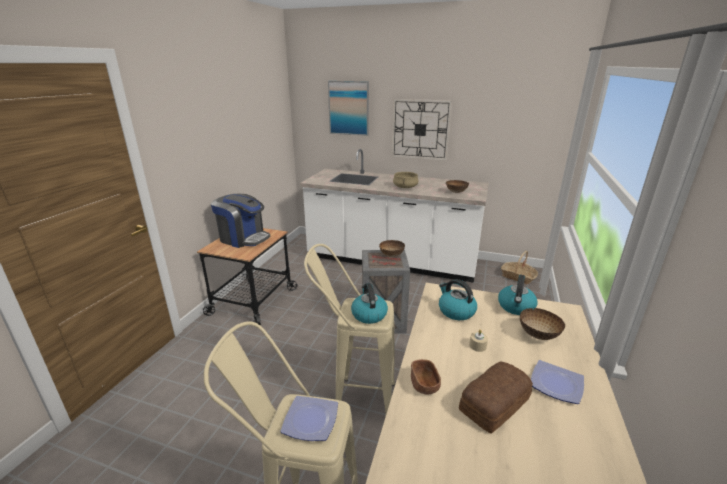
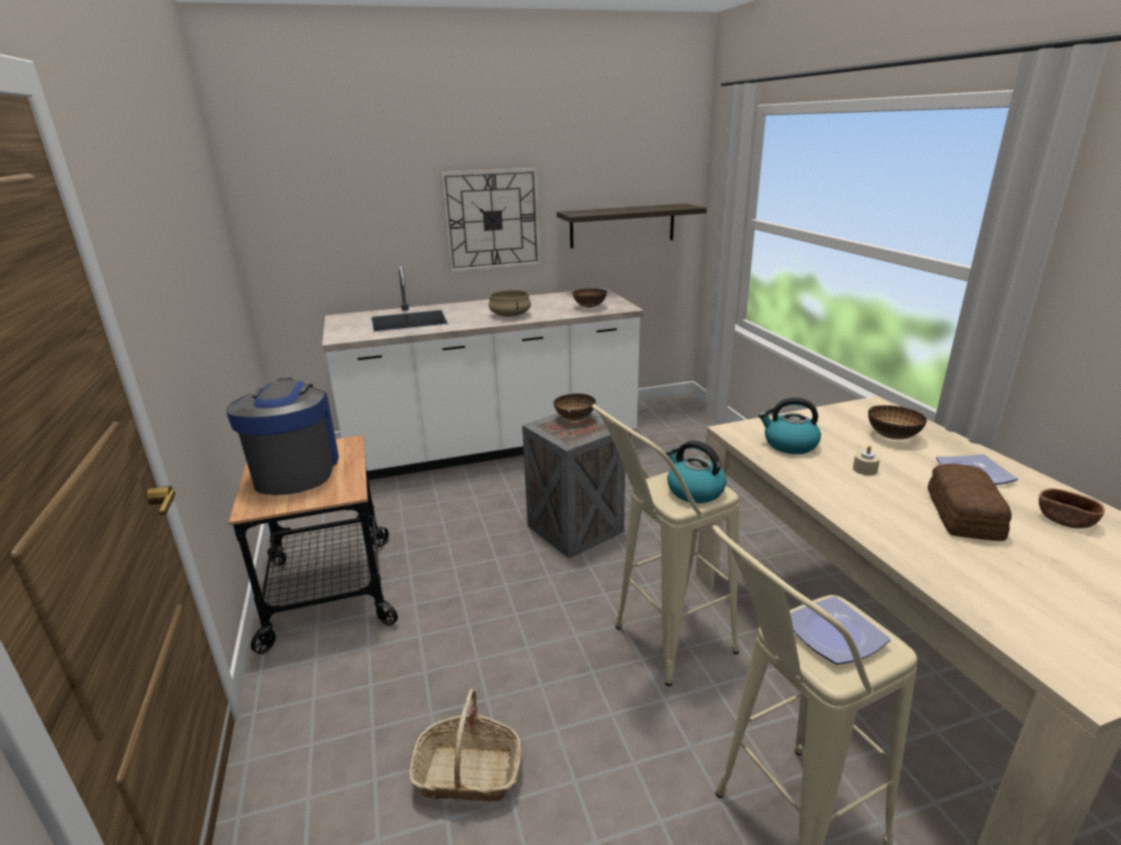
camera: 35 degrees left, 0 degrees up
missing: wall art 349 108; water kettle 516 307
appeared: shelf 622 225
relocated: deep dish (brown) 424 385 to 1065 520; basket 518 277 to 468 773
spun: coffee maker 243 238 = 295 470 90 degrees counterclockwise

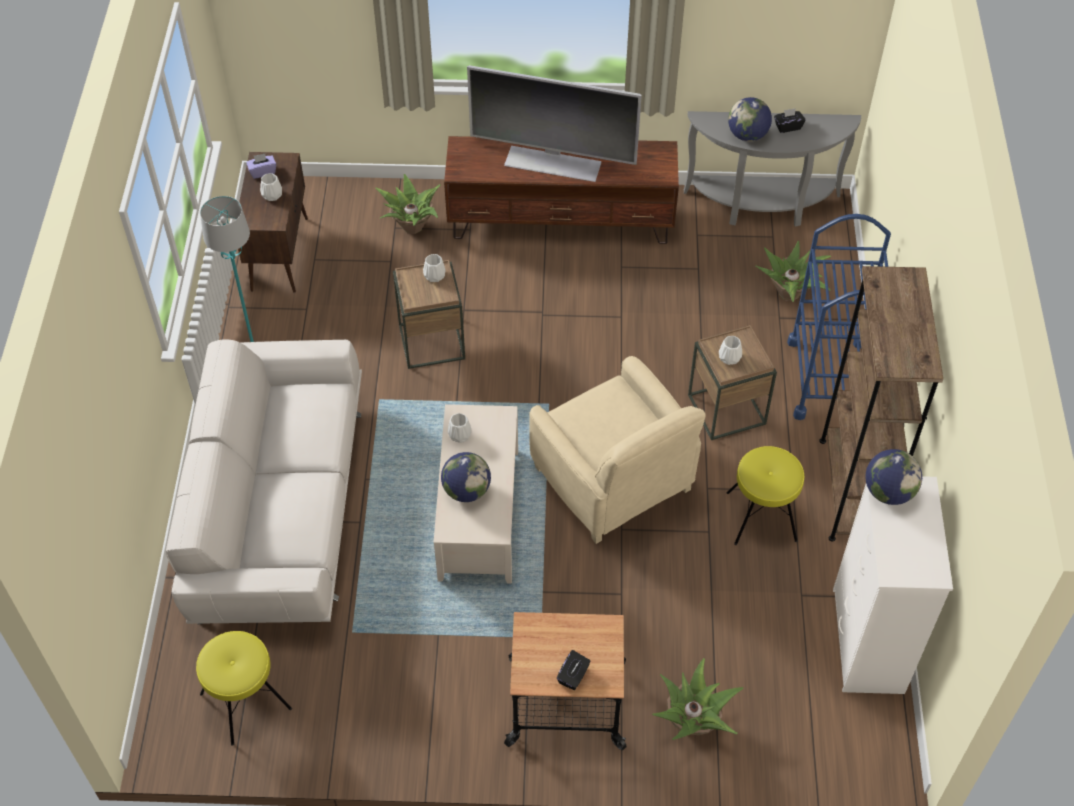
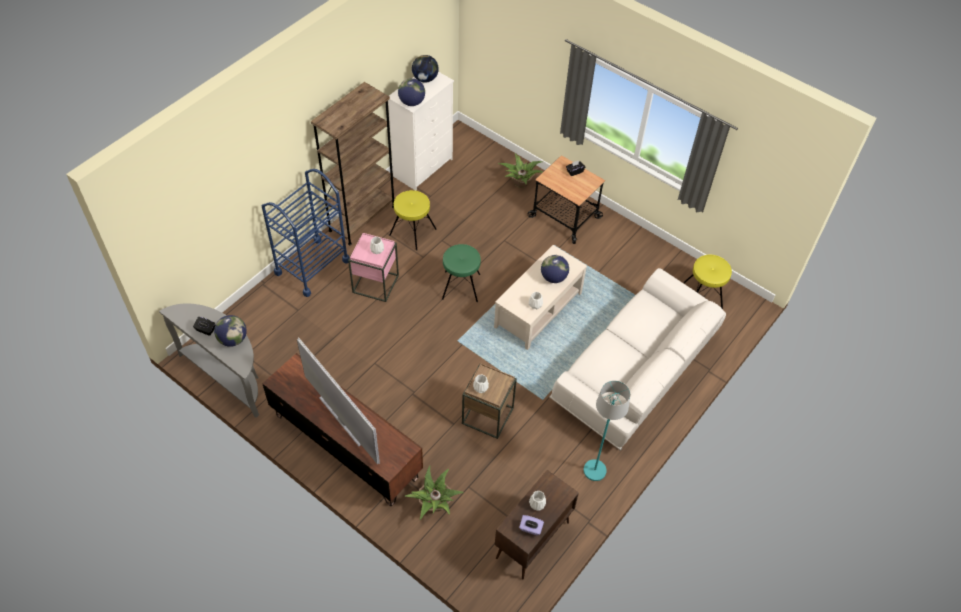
camera: 145 degrees left, 0 degrees up
missing: houseplant 790 293
appeared: desk globe 425 79
exchanged: armchair (beige) 614 480 to stool seat (greenish) 461 286
colour: end table (brown) 726 409 to end table (pink-coloured) 375 284

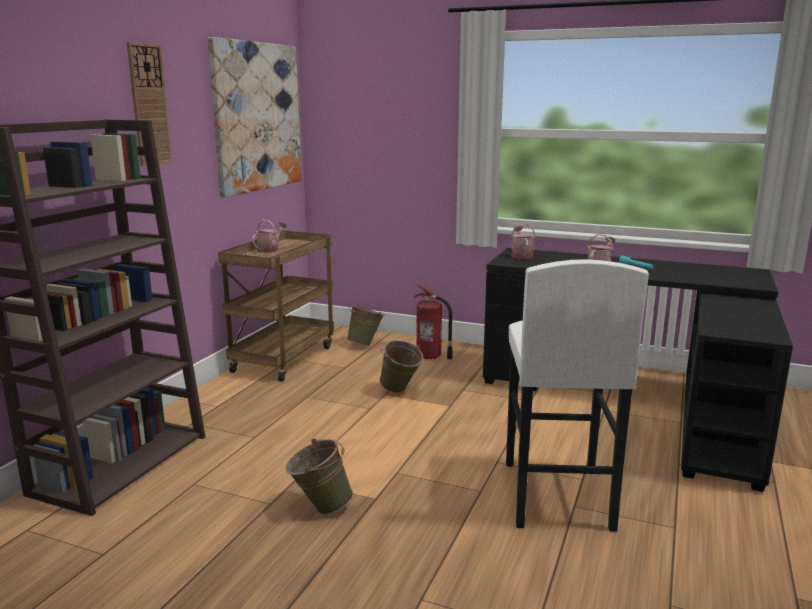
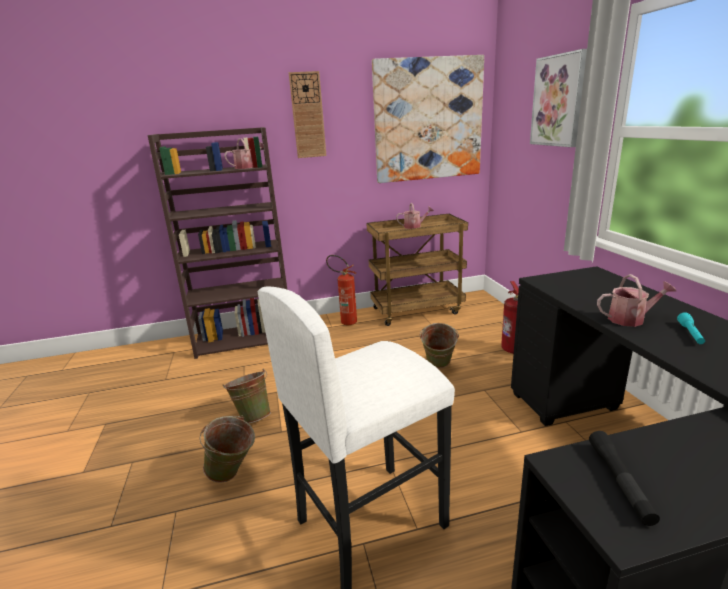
camera: 55 degrees right, 5 degrees up
appeared: fire-fighting cylinder 345 321; wall art 558 101; torch (black-coloured) 620 482
relocated: pail (greenish) 366 344 to 233 475; watering can 521 255 to 247 167

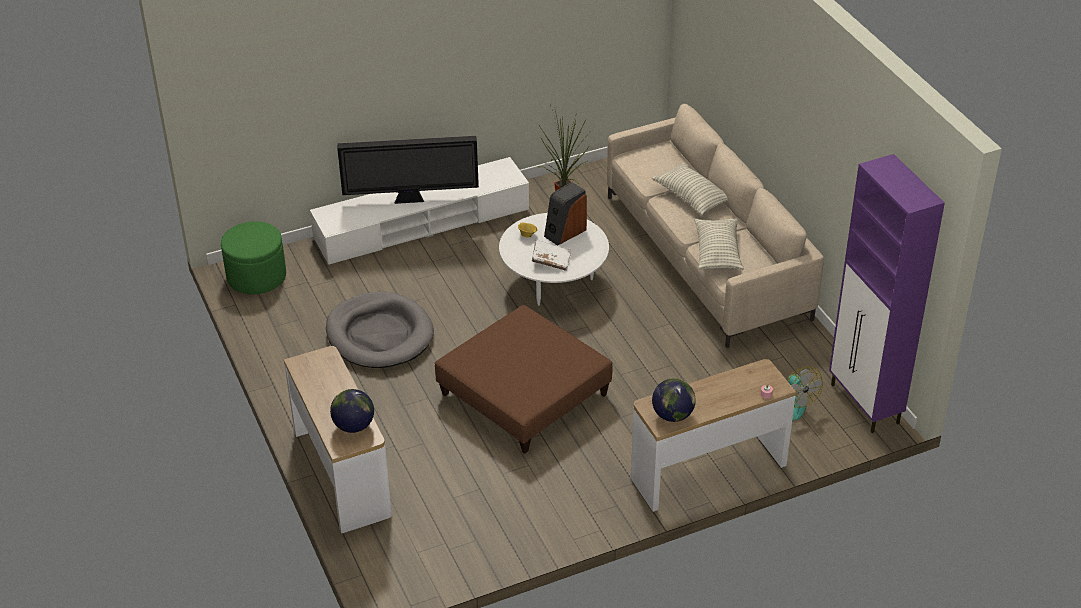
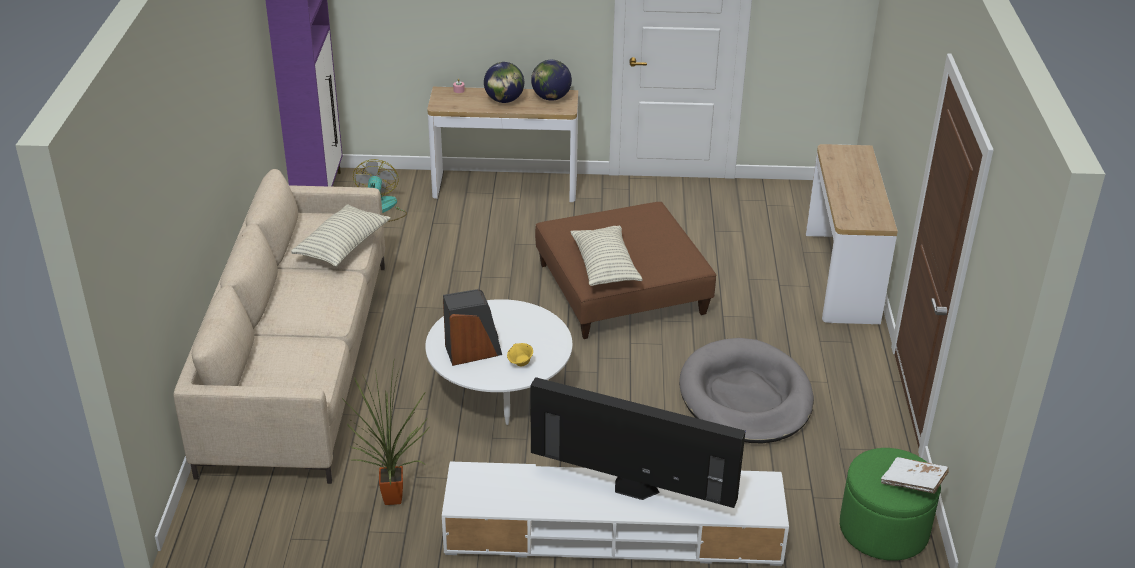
camera: 155 degrees left, 5 degrees down
relocated: desk globe 354 426 to 504 100; volume (white-coloured) 551 261 to 913 483; pillow 691 197 to 605 266

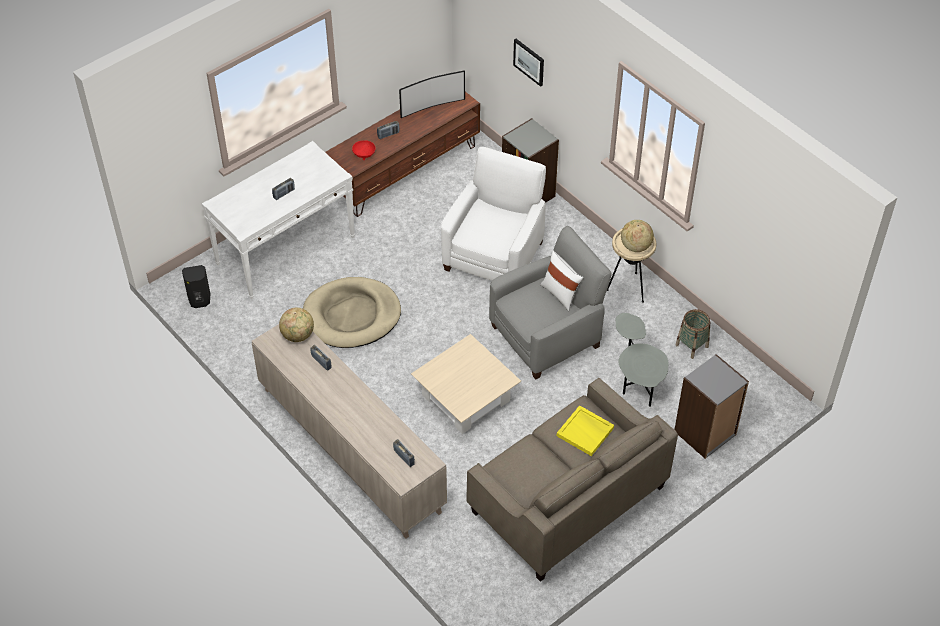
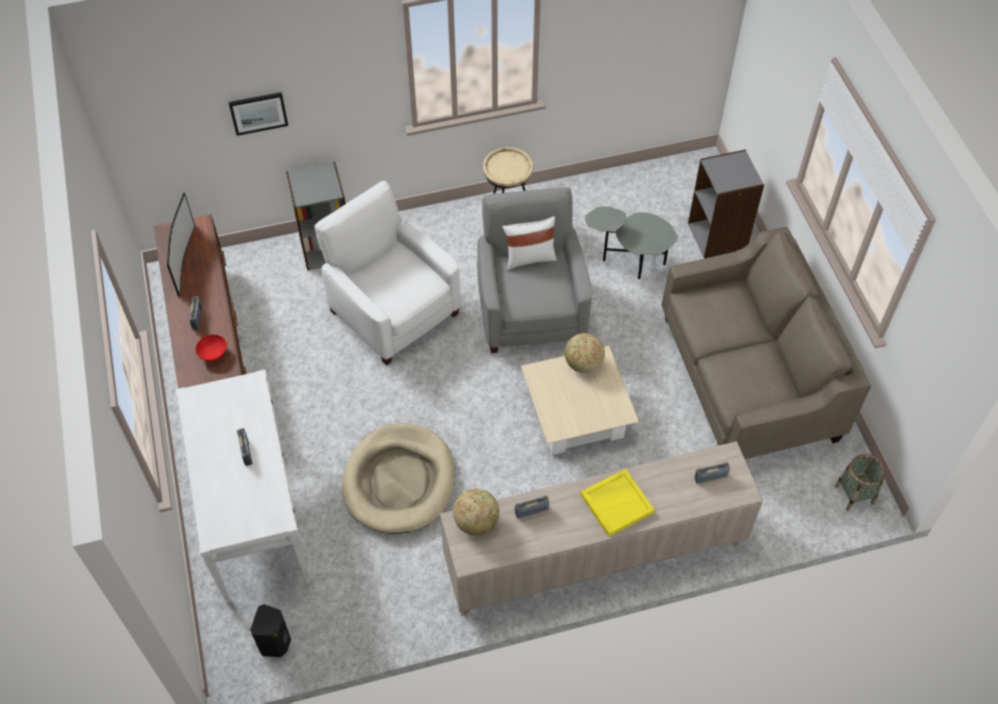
camera: 65 degrees left, 5 degrees up
relocated: carrying tray (yellow) 585 432 to 617 503; desk globe 635 246 to 583 364; basket 692 346 to 854 494

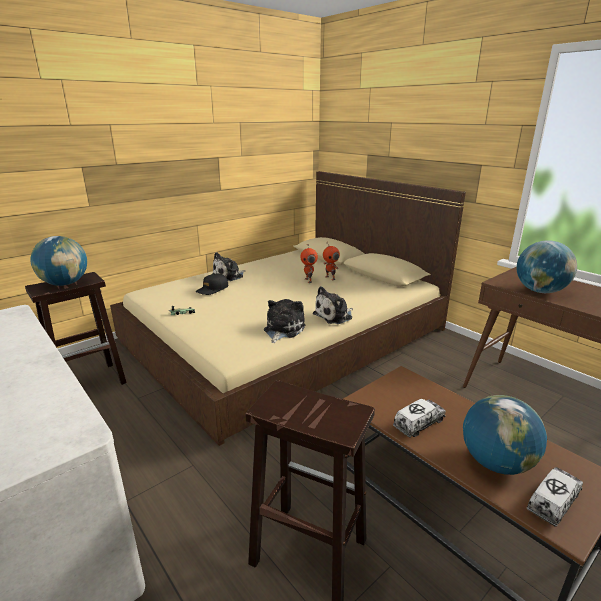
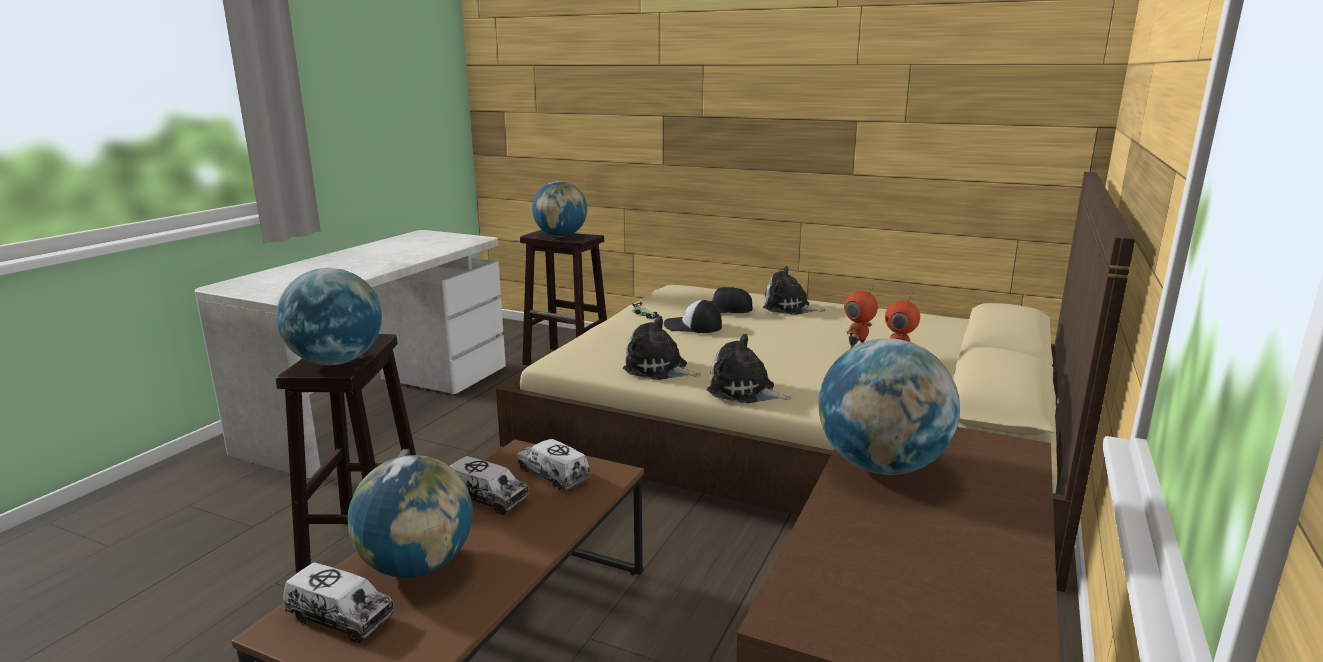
camera: 65 degrees right, 5 degrees down
appeared: desk globe 336 362; toy truck 553 475; baseball cap 692 326
spun: plush toy 282 329 = 658 369 150 degrees counterclockwise

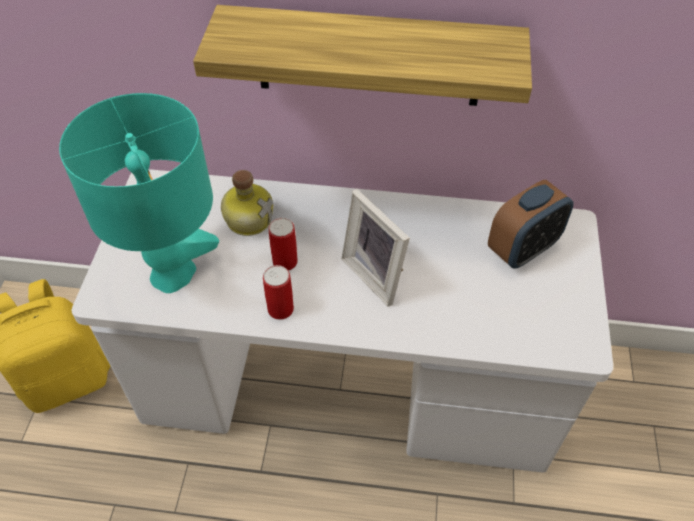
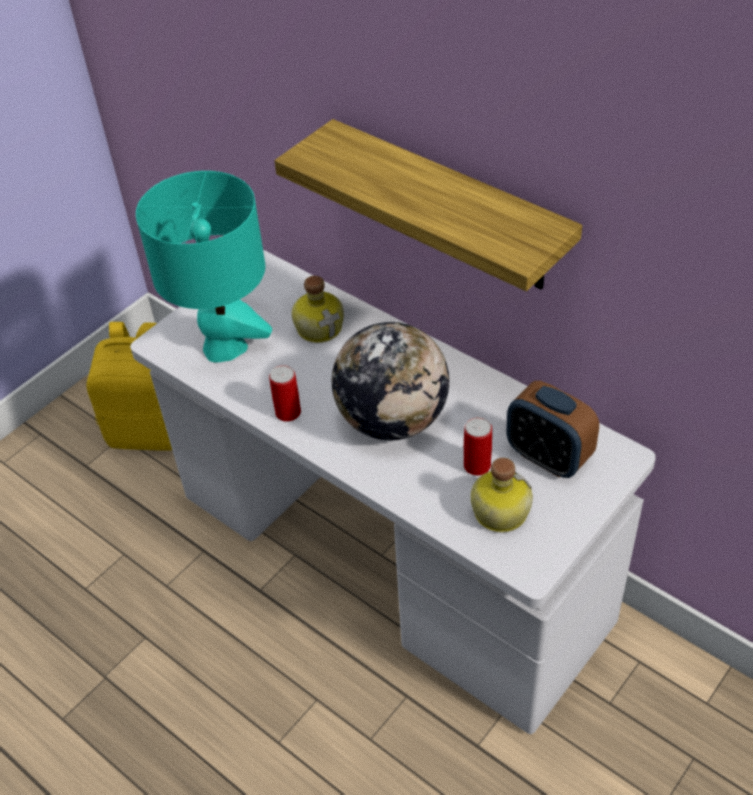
camera: 35 degrees right, 5 degrees down
appeared: bottle 498 511
relocated: metal can 285 261 to 477 465
exchanged: standing frame 377 274 to desk globe 392 420
spun: bedside clock 522 249 = 548 457 45 degrees clockwise

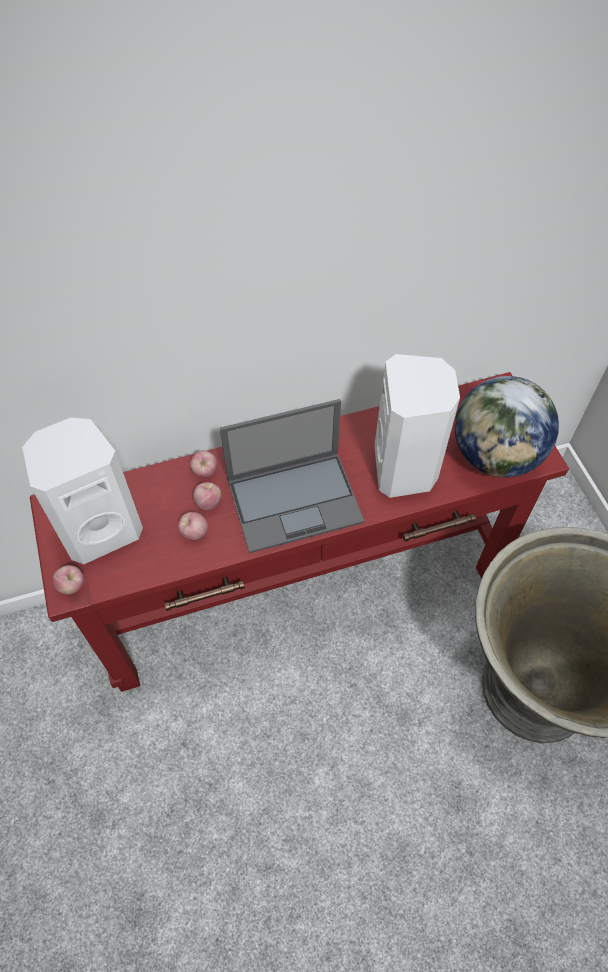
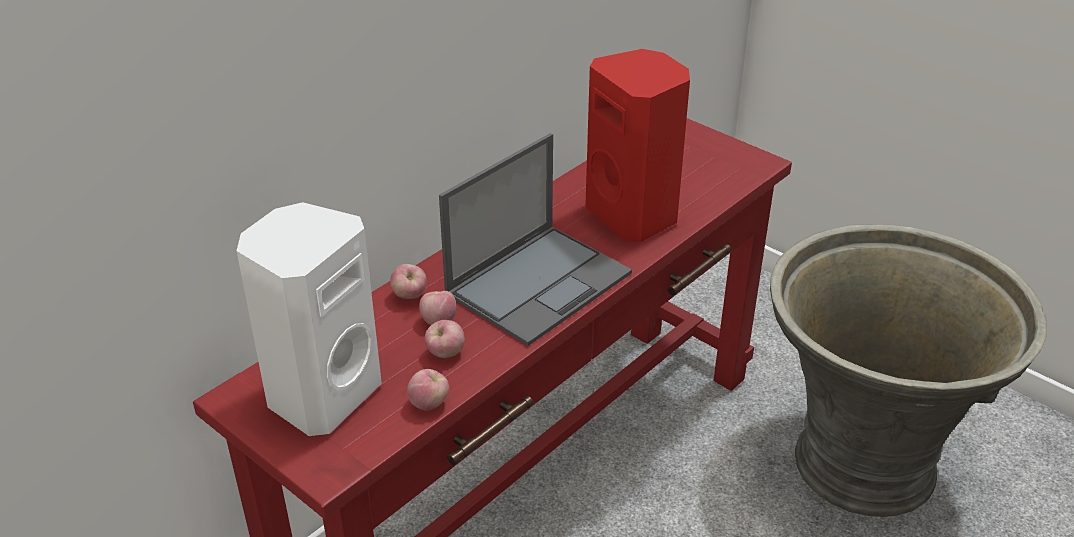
camera: 30 degrees left, 20 degrees down
missing: desk globe 495 456
relocated: apple fruit 72 586 to 429 403
colour: loudspeaker (white-coloured) 406 469 to loudspeaker (reddish) 634 216

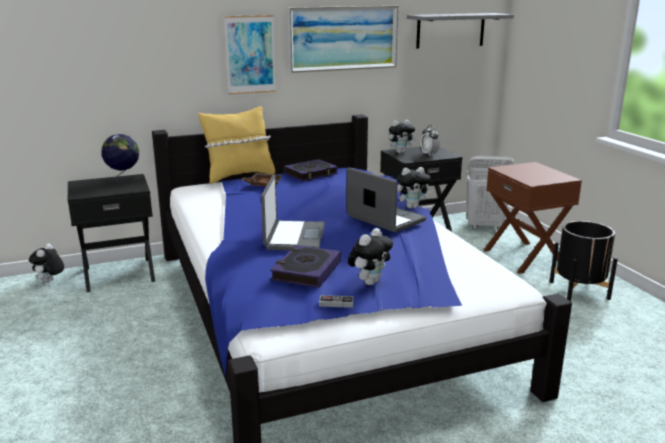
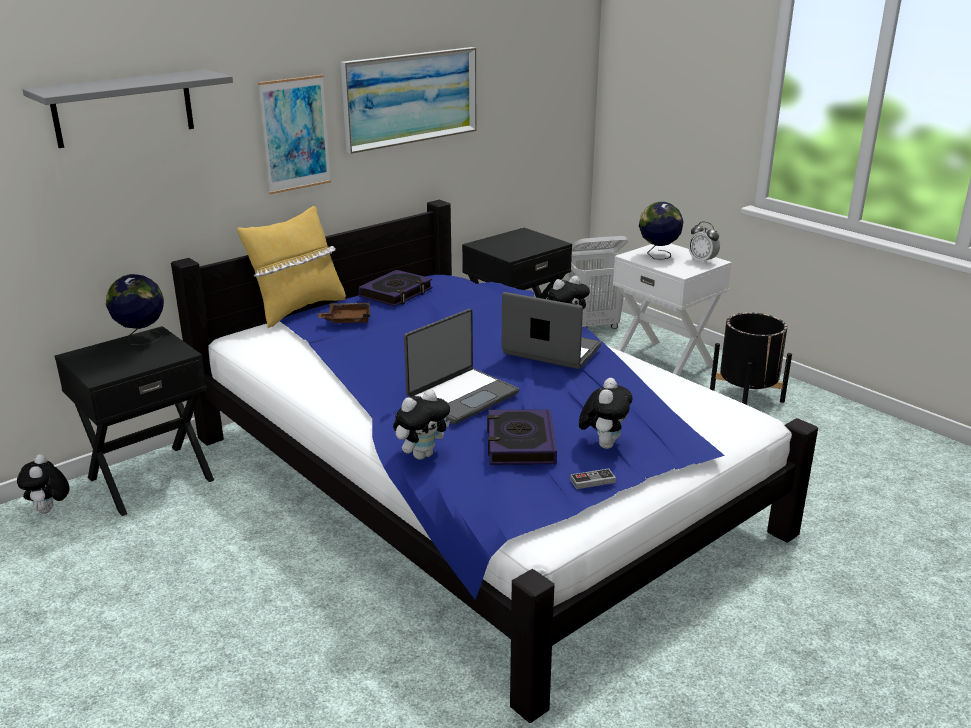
camera: 20 degrees left, 5 degrees up
appeared: desk globe 658 256
relocated: plush toy 400 152 to 422 454; shelf (gray) 450 30 to 123 108; bedside clock 429 154 to 702 261
colour: night table (brown) 524 257 to night table (white-coloured) 664 362
spun: portable computer 293 237 = 461 396 60 degrees clockwise

